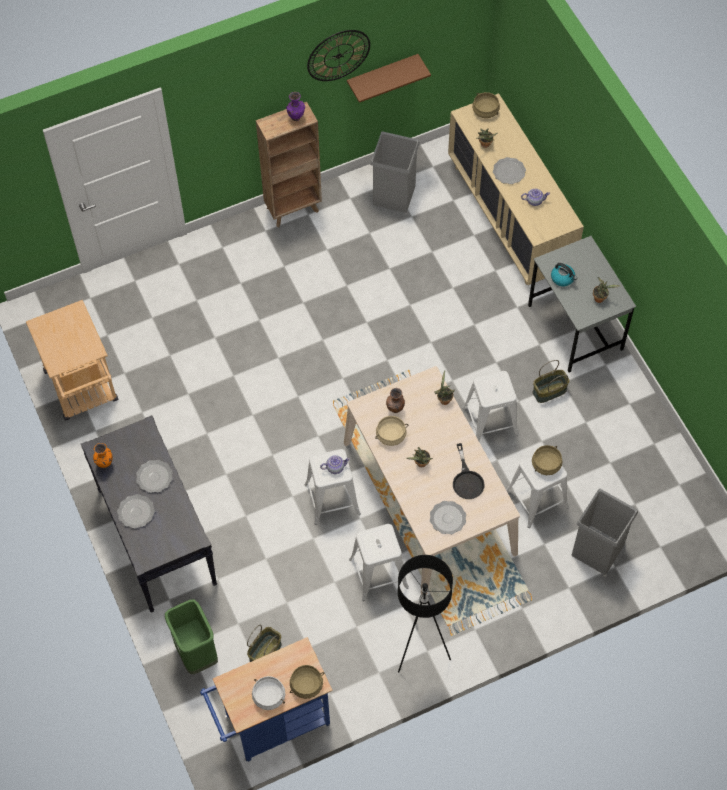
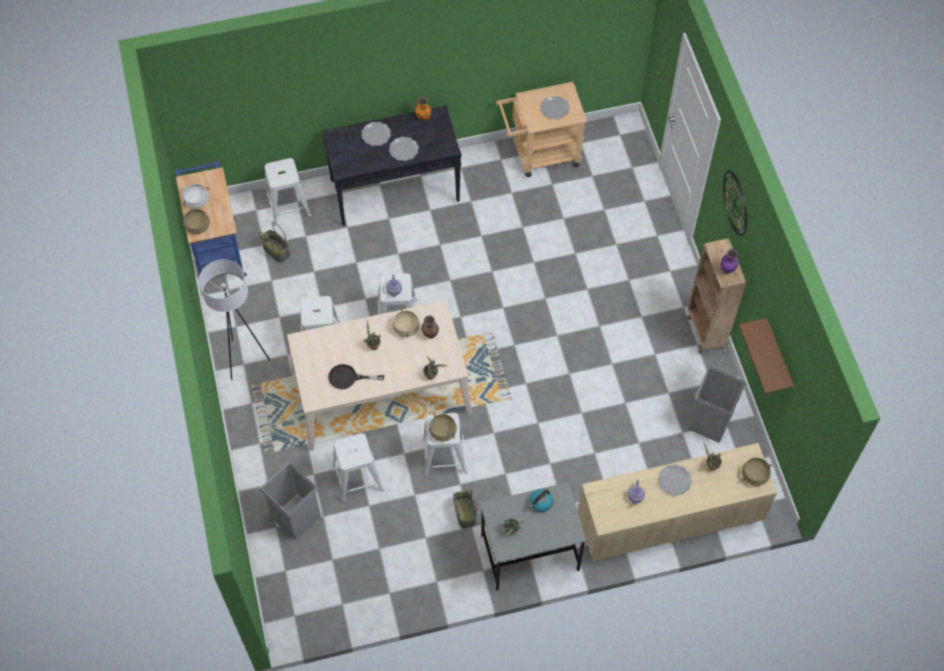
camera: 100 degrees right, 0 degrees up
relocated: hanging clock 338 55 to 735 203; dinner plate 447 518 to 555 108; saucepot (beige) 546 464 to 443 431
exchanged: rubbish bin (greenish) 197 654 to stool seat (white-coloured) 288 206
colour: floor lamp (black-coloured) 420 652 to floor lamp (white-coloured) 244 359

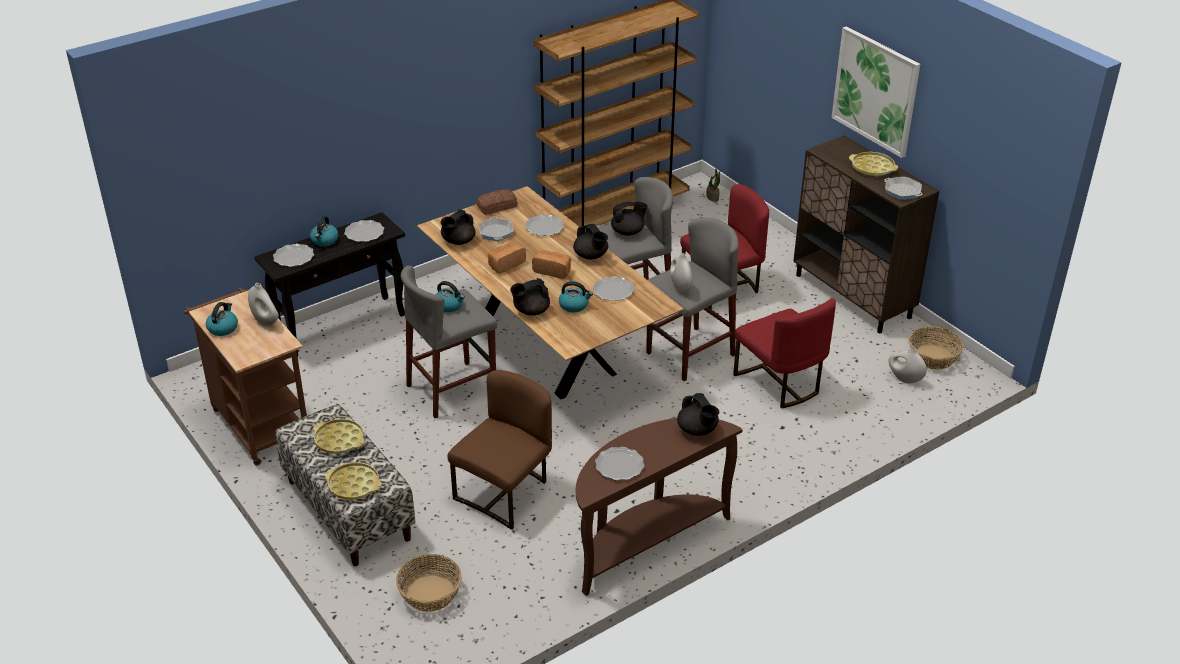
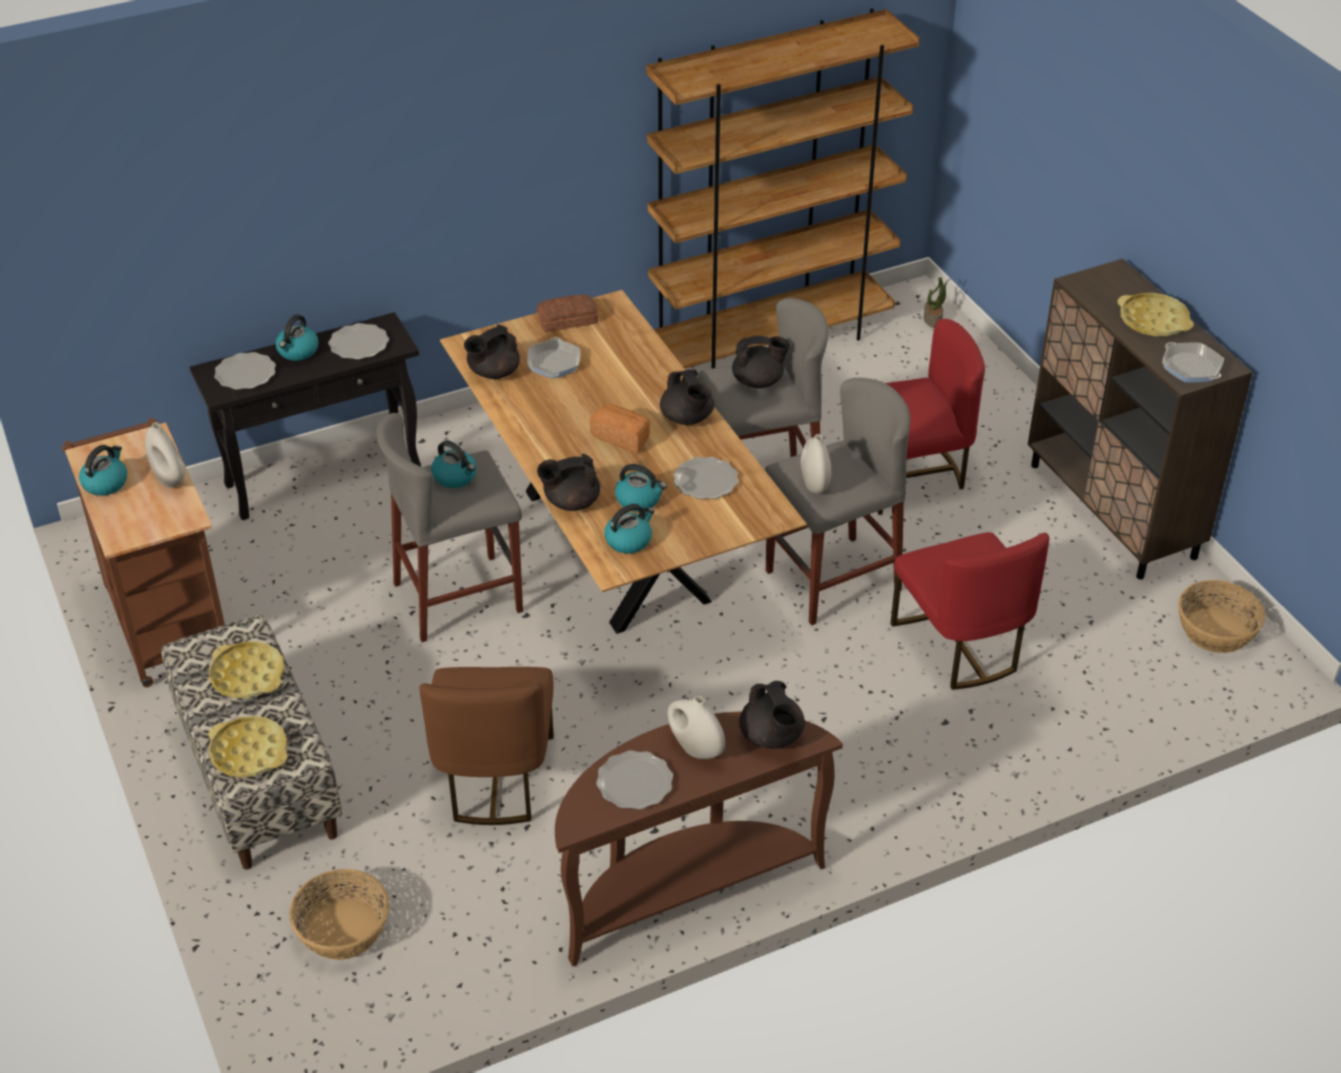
camera: 10 degrees right, 5 degrees up
missing: baked bread 505 264; dinner plate 544 227; wall art 875 91
appeared: water kettle 629 540
relocated: vase (white-coloured) 904 379 to 695 748
spun: plain chair (brown) 505 493 = 495 778 135 degrees clockwise

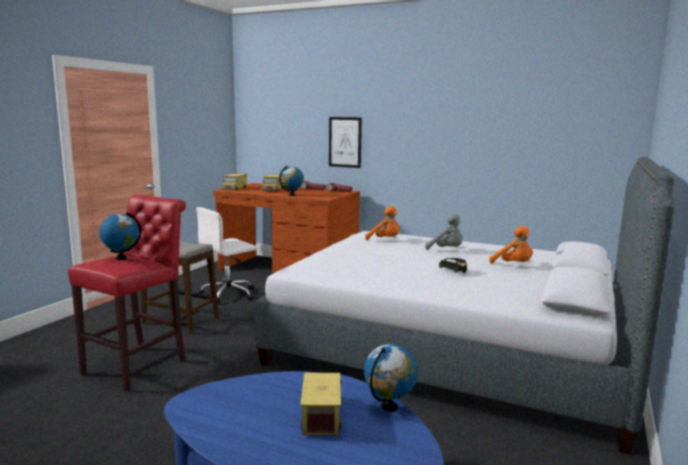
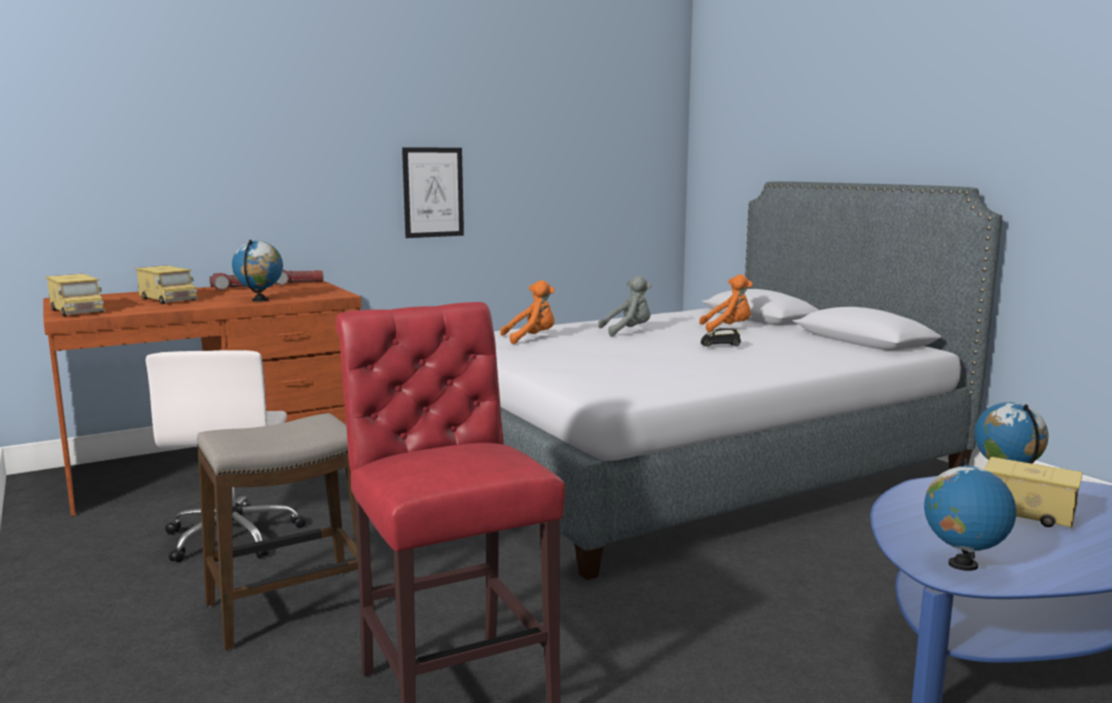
camera: 55 degrees left, 0 degrees up
relocated: desk globe 121 258 to 962 565; wall art 345 142 to 433 192

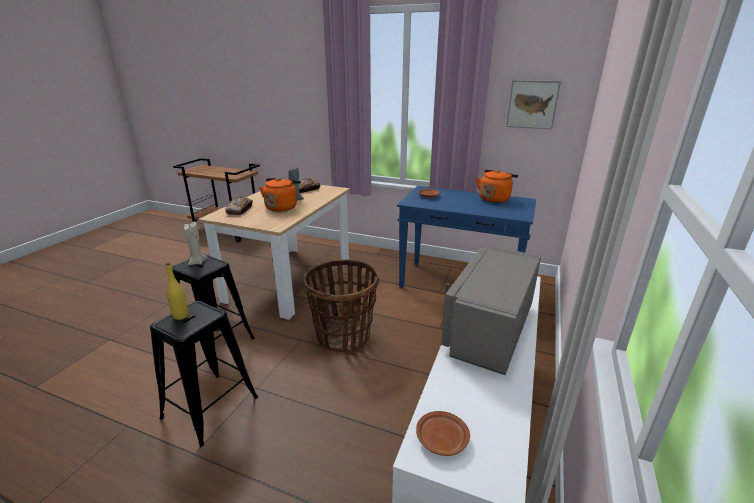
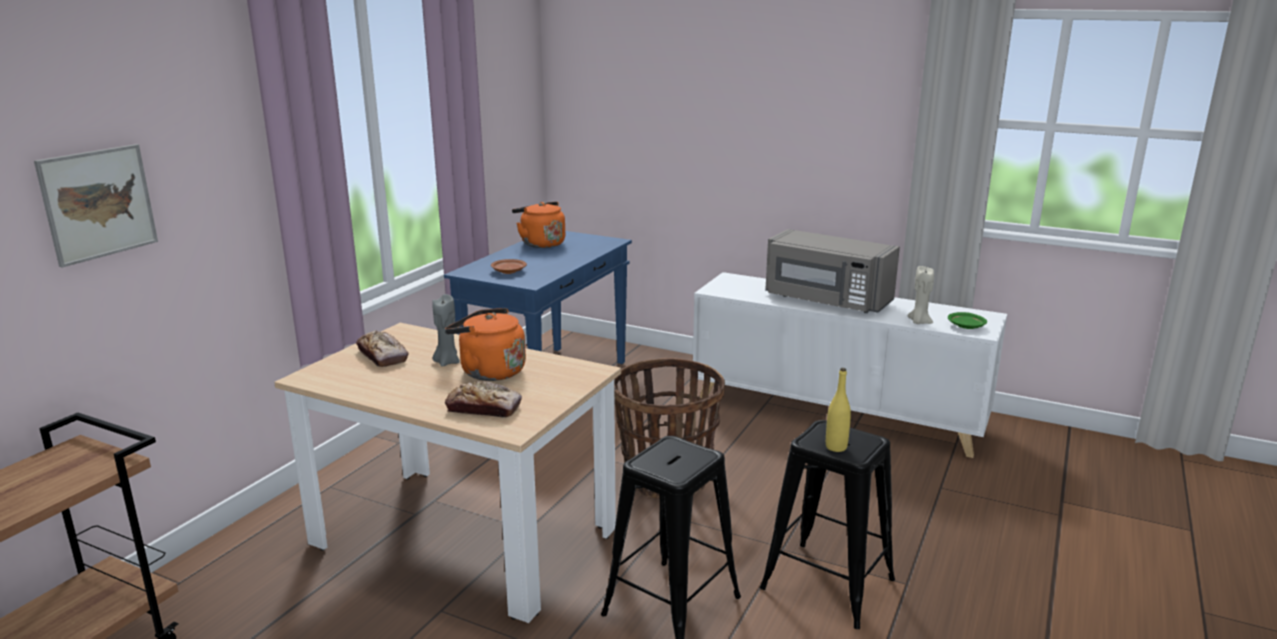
camera: 85 degrees left, 5 degrees down
relocated: wax light (beige) 197 262 to 919 322; wall art 532 104 to 98 203
colour: dinner plate (brown) 441 439 to dinner plate (greenish) 966 326

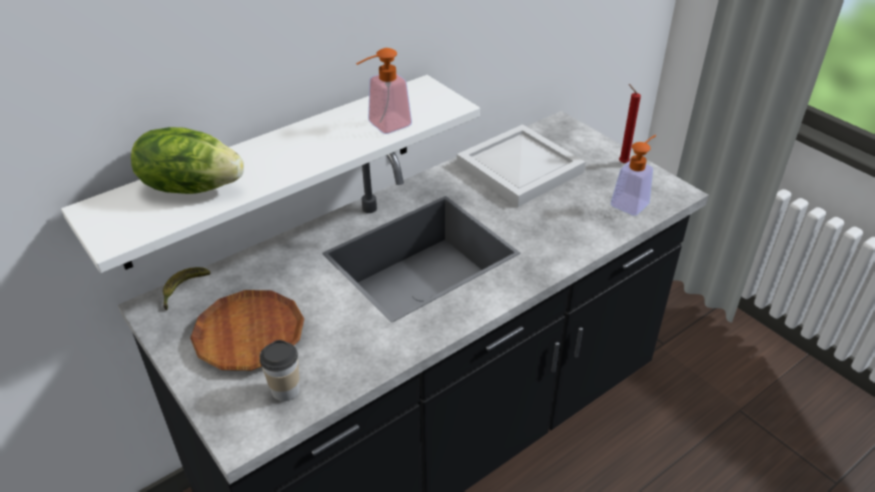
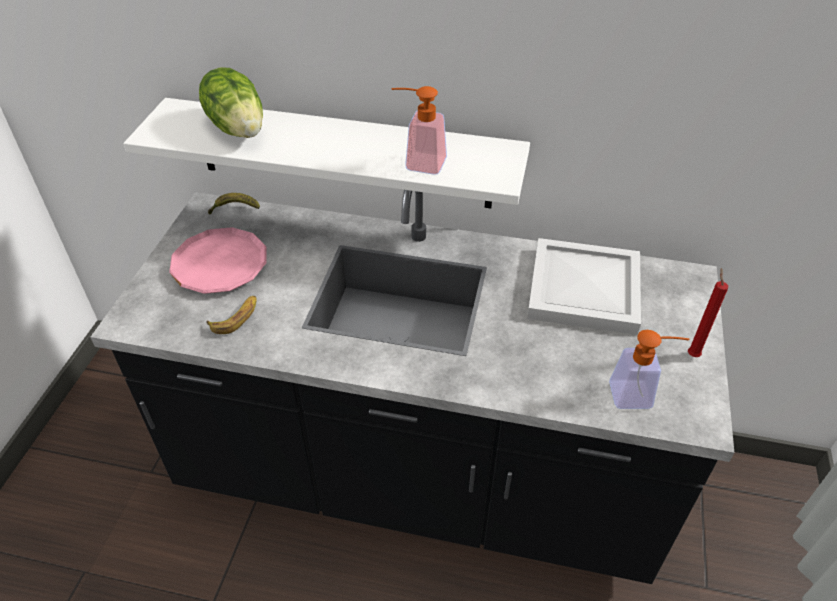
camera: 50 degrees right, 5 degrees up
missing: small cup 285 390
appeared: banana 236 318
colour: dinner plate (brown) 249 335 to dinner plate (pink-coloured) 220 265

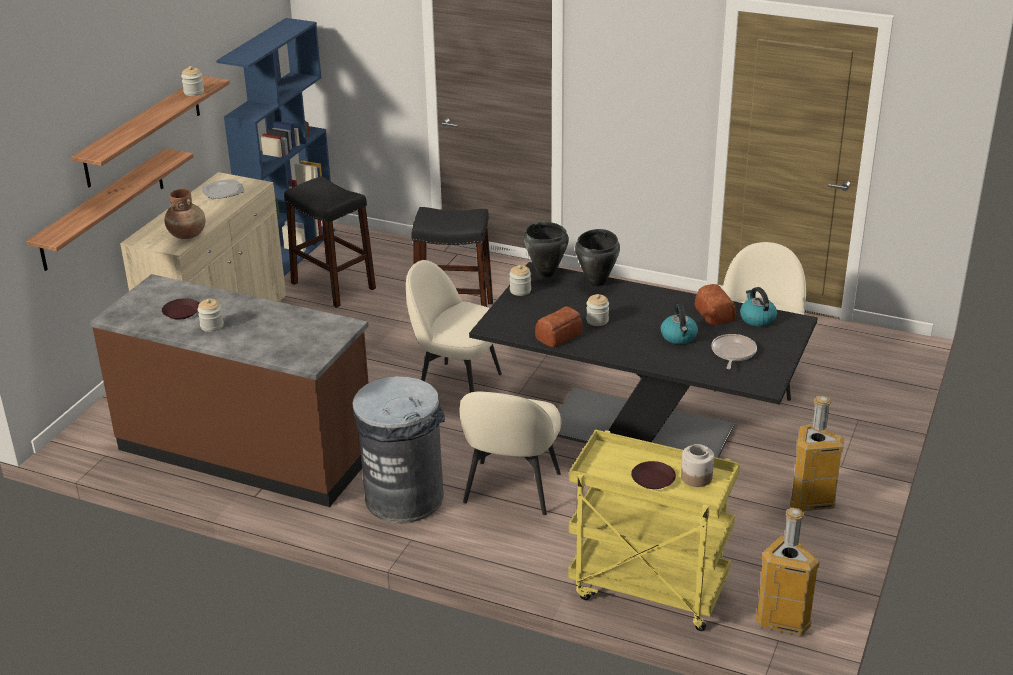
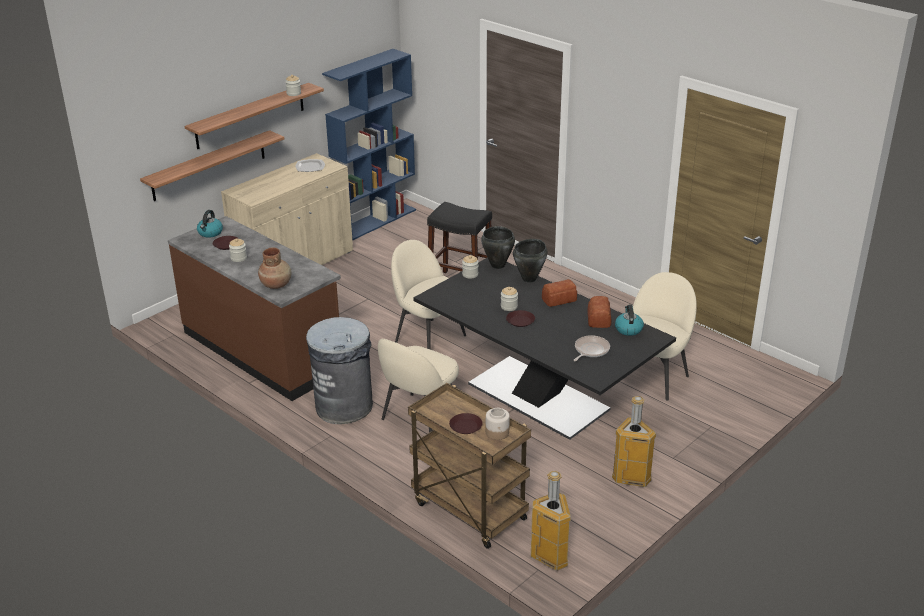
camera: 20 degrees right, 0 degrees up
missing: stool seat (black-coloured) 333 286
appeared: dinner plate (brown) 520 321
relocated: vase (brown) 187 234 to 276 284; baked bread 560 335 to 560 299; water kettle 679 337 to 210 233
colour: trolley (yellow) 646 590 to trolley (brown) 467 510

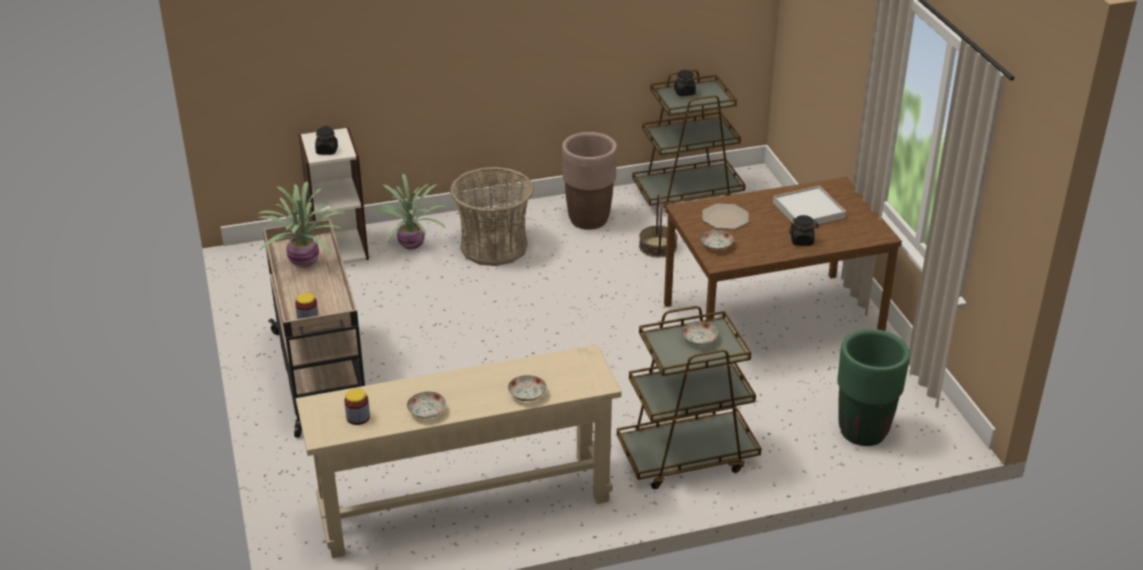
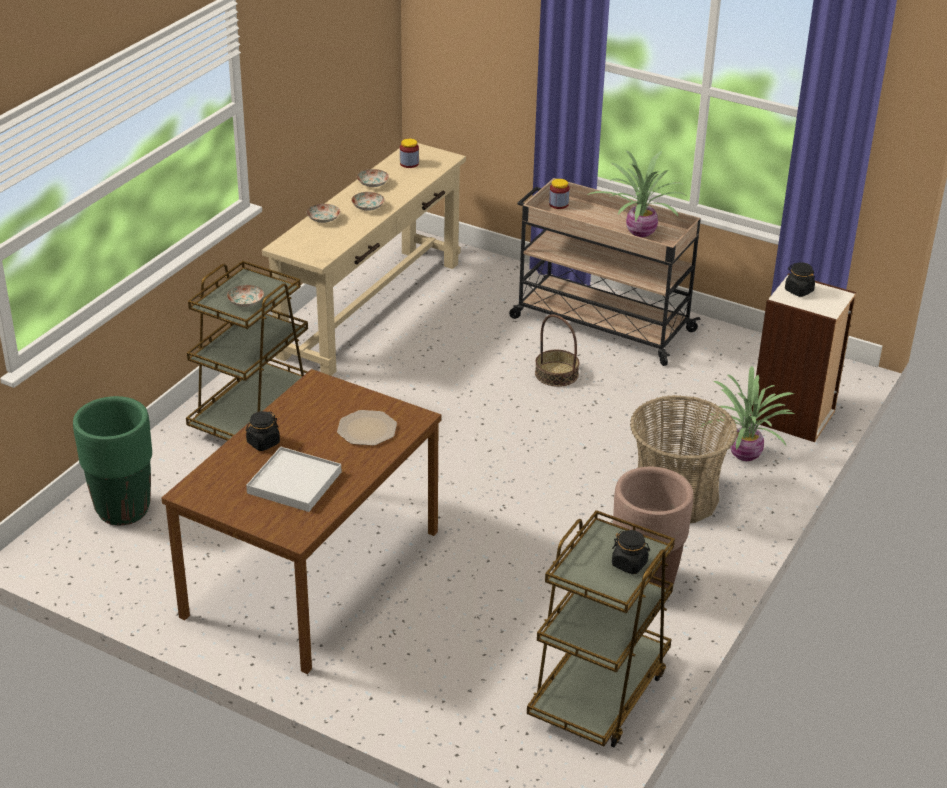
camera: 135 degrees right, 0 degrees up
relocated: basket 658 247 to 556 374; dinner plate 716 245 to 368 207

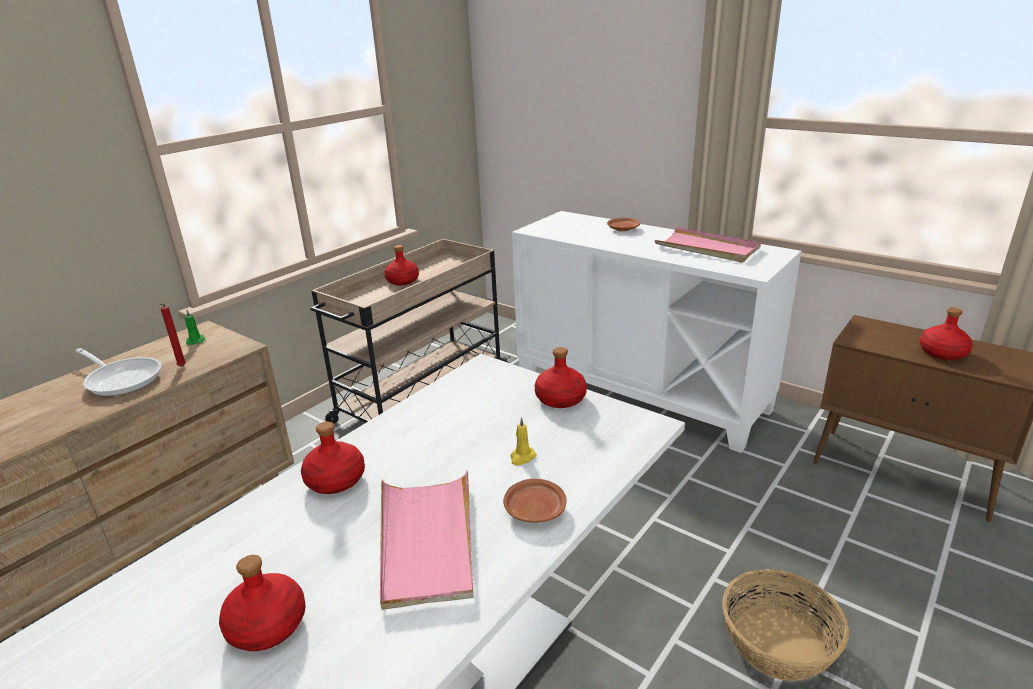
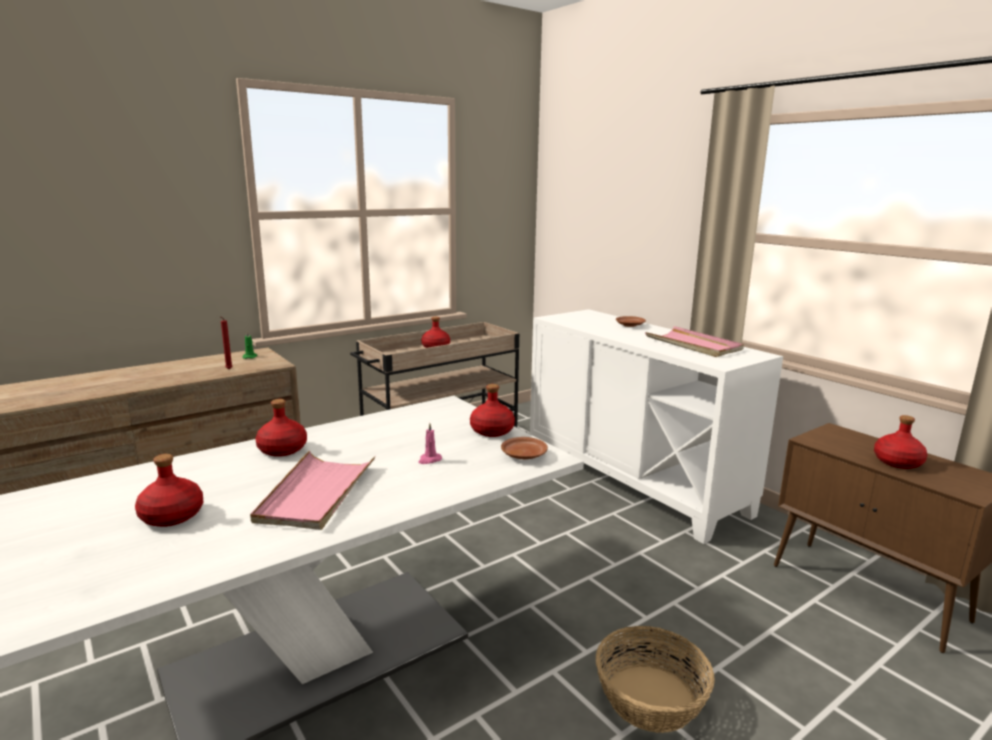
camera: 15 degrees right, 10 degrees down
missing: pan 122 379
relocated: dinner plate (brown) 534 509 to 523 455
colour: wax light (yellow) 522 457 to wax light (pink-coloured) 429 460

